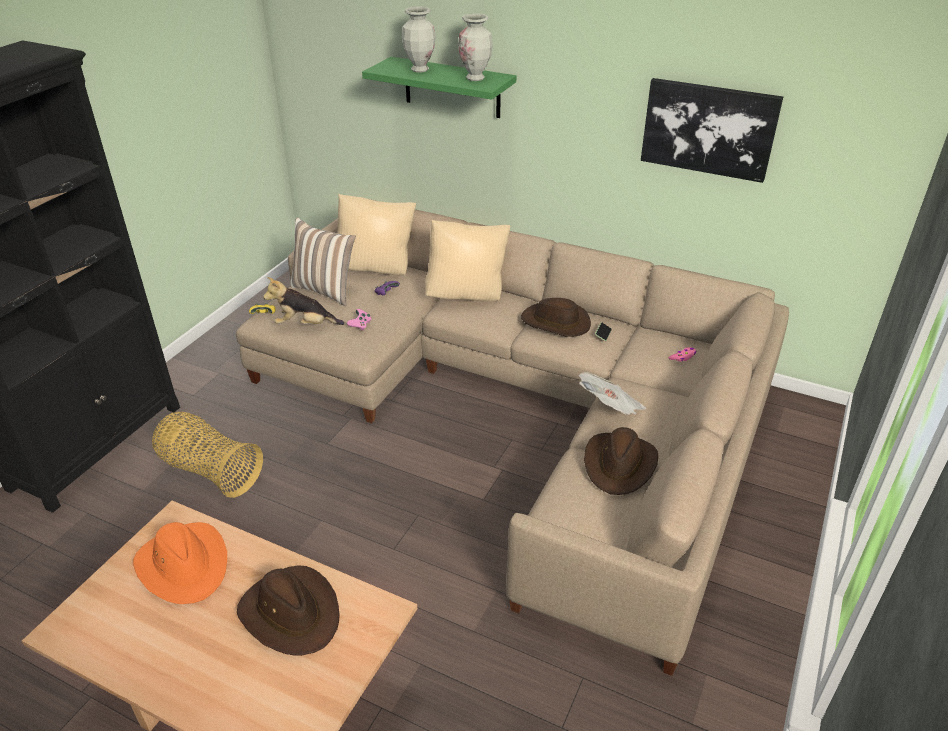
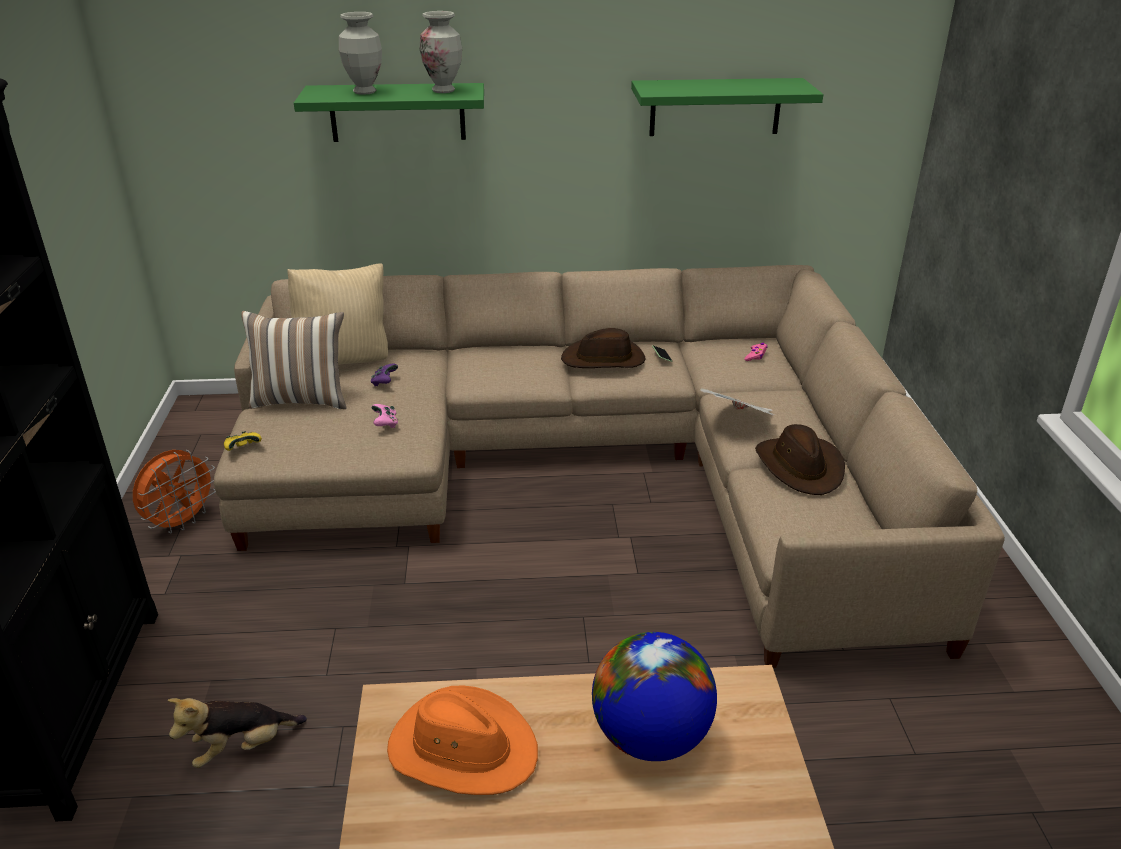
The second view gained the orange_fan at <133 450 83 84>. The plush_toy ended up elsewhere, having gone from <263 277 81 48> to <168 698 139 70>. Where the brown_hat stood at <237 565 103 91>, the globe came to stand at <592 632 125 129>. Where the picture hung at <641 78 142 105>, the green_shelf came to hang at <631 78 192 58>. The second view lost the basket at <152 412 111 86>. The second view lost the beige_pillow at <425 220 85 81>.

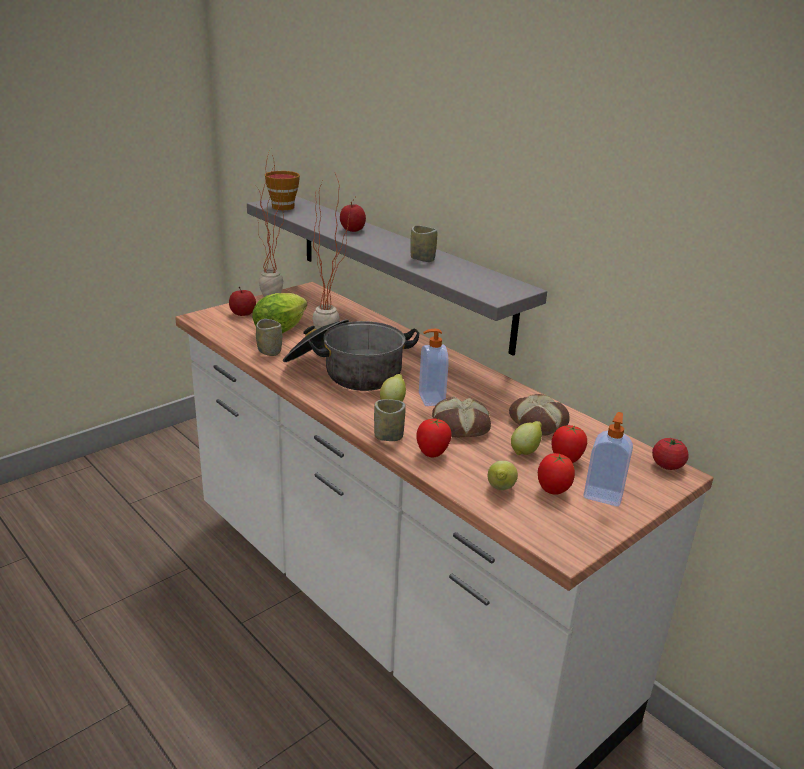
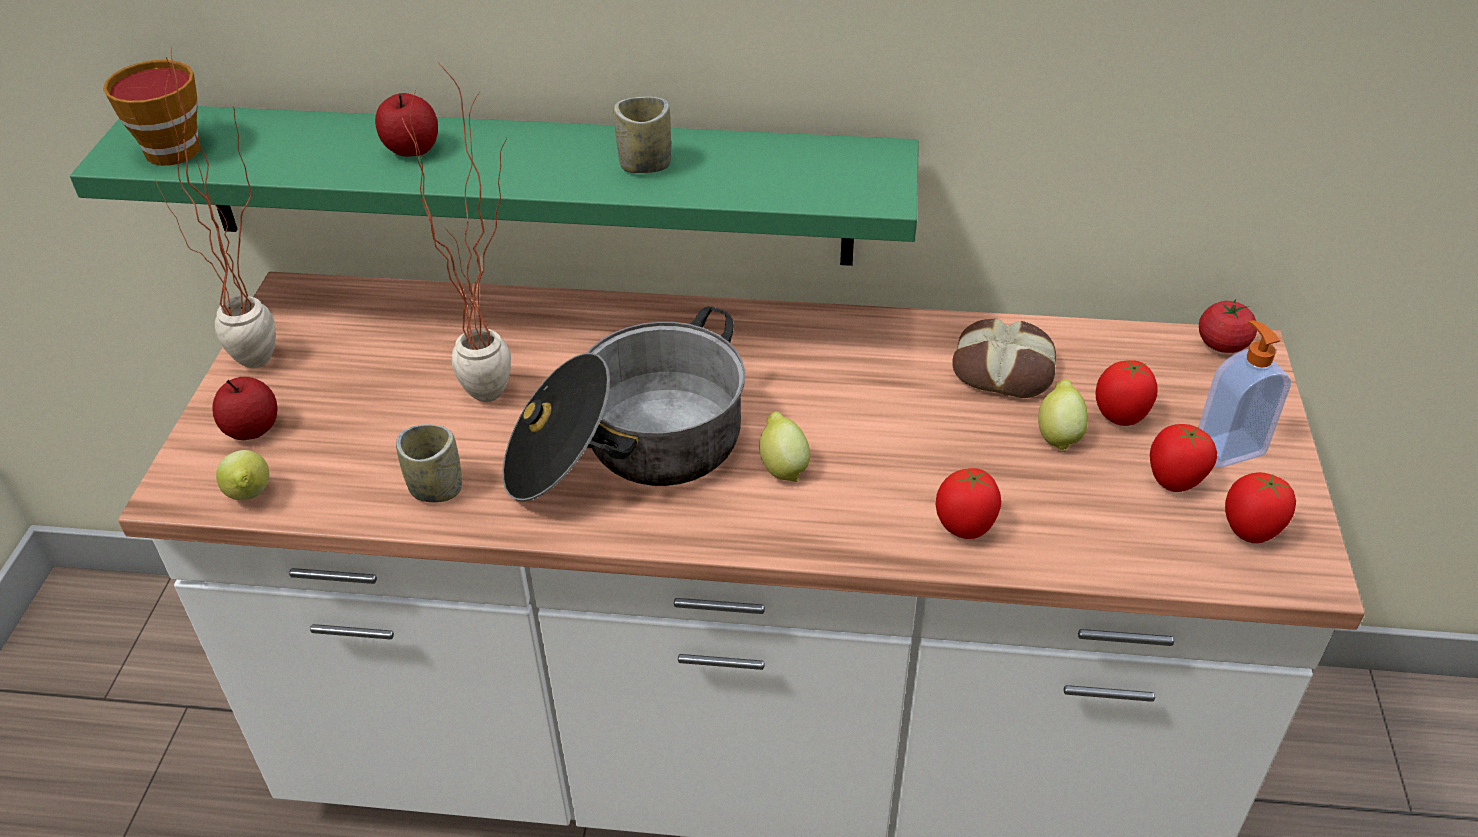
What was the grey_shelf at <247 196 300 160> turned into the green_shelf at <70 106 849 160>. The lemon ended up elsewhere, having gone from <487 461 31 29> to <216 450 53 50>. The second view gained the tomato at <1225 472 71 71>. The second view lost the lettuce at <252 293 55 40>. The second view lost the cup at <374 399 32 42>. The second view lost the soap_dispenser at <419 329 30 77>. The second view lost the bread at <432 397 59 40>.

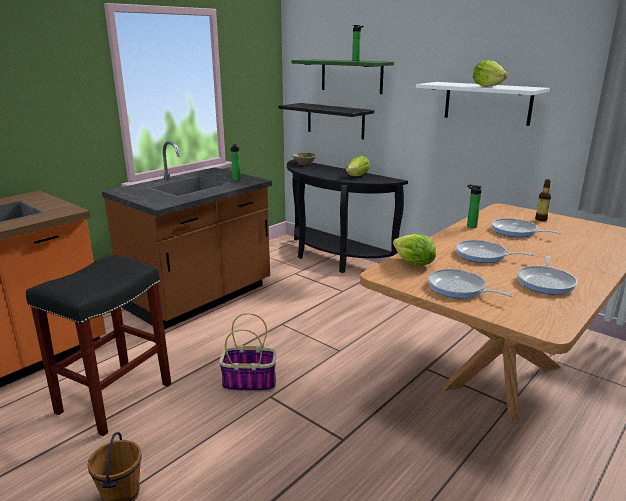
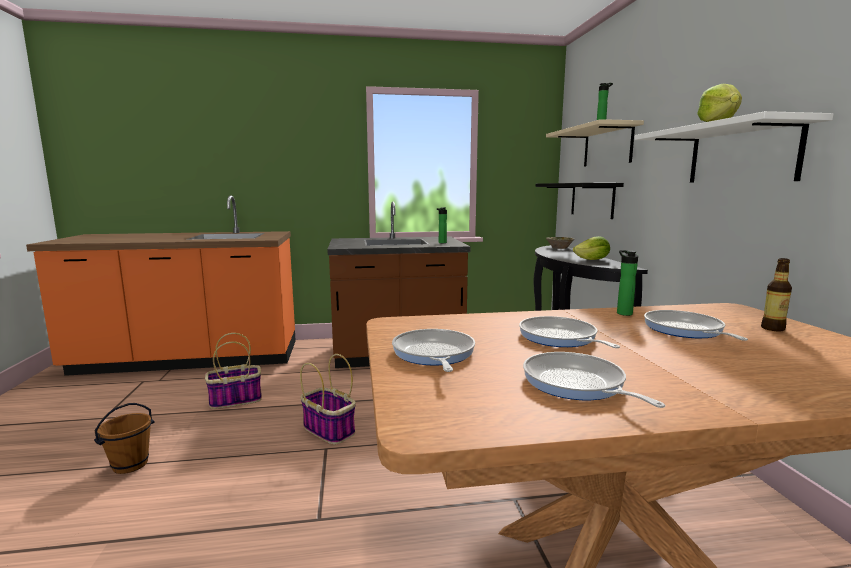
Where the black_stool stood at <26 255 145 181>, the basket came to stand at <205 333 57 76>. The frying_pan at <517 255 60 40> ended up facing another way, 90 degrees clockwise from before. What was the green_shelf at <291 59 103 35> turned into the beige_shelf at <546 119 98 48>. The second view lost the lettuce at <393 234 43 32>.

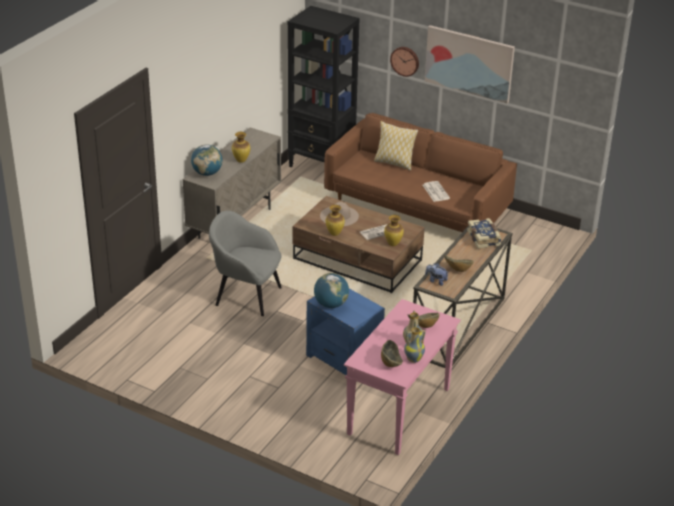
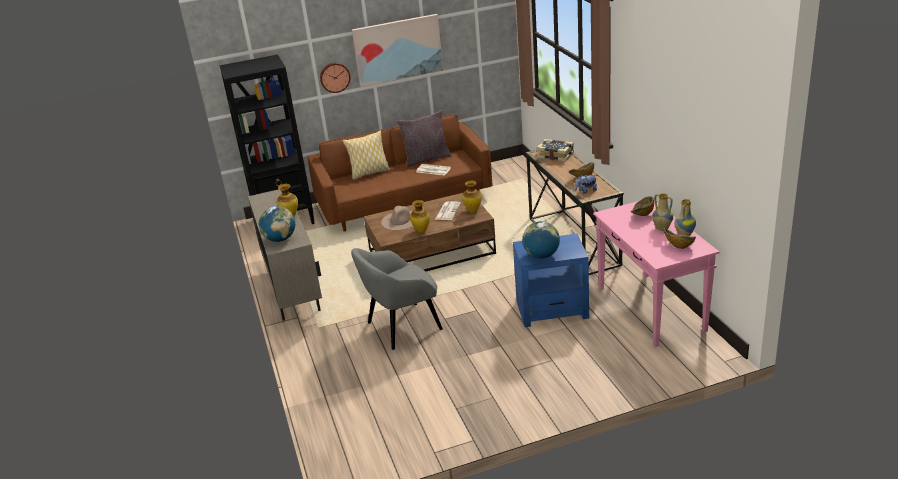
The second view gained the grey_pillow at <397 110 54 57>.

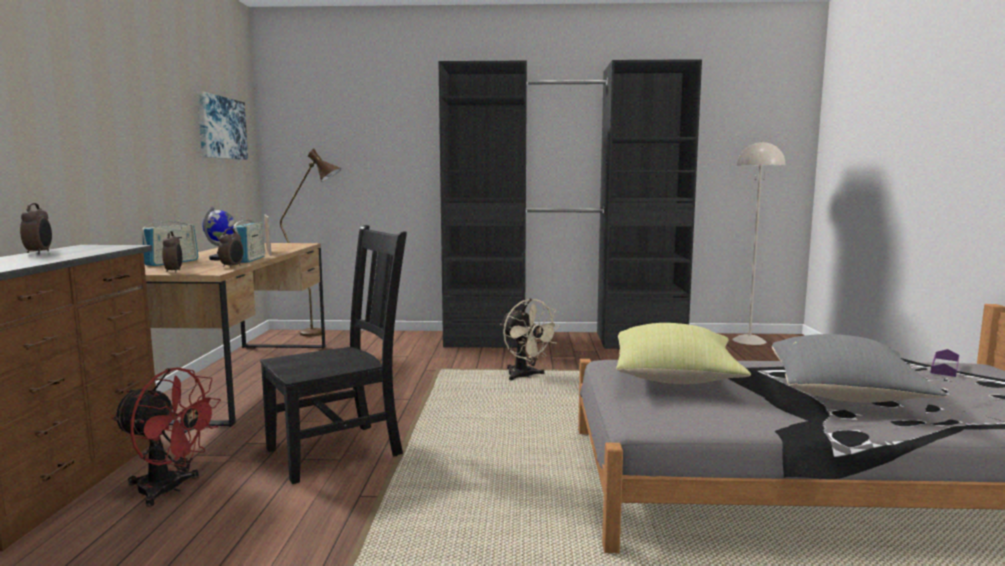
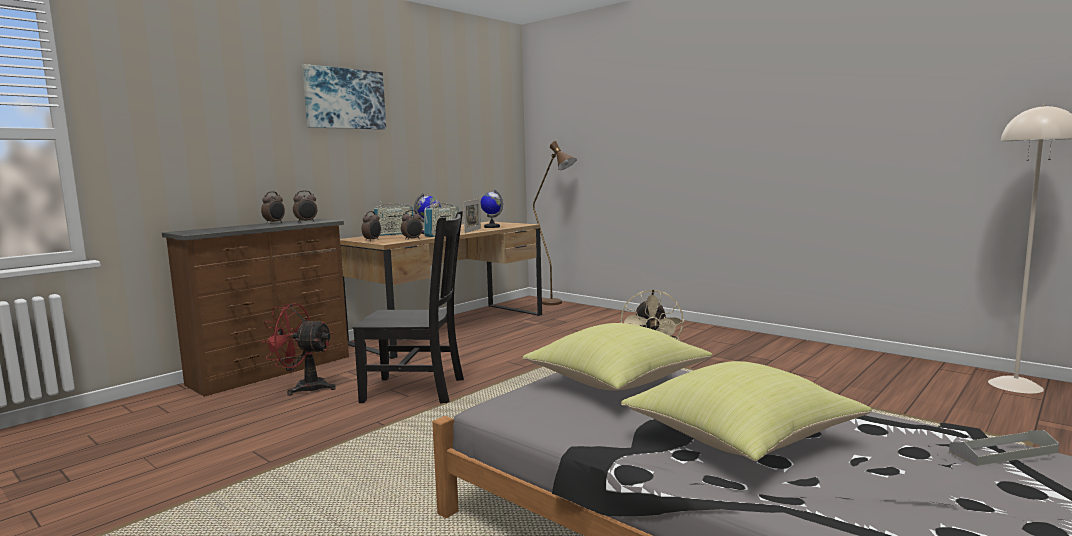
The red_fan at <112 368 109 139> ended up facing another way, 135 degrees clockwise from before. The second view gained the alarm_clock at <293 191 24 32>. The picture ended up elsewhere, having gone from <197 91 51 69> to <302 64 84 66>. The second view gained the globe at <480 190 23 38>. What was the grey_pillow at <772 334 175 69> turned into the yellow_pillow at <621 361 251 100>. What was the purple_tray at <931 349 28 28> turned into the grey_tray at <949 430 110 36>. The second view lost the black_wardrobe at <438 59 264 290>.

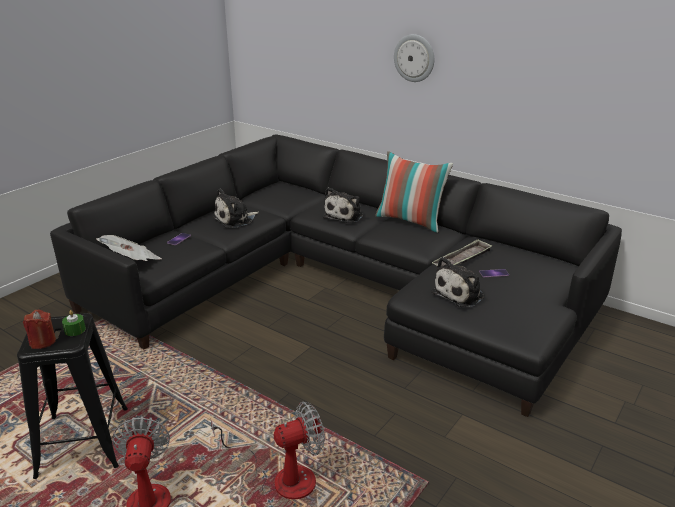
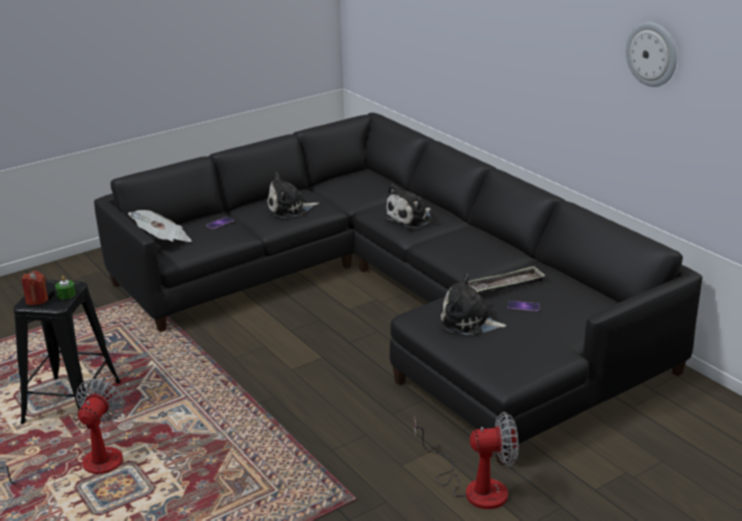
The fan ended up elsewhere, having gone from <211 402 114 97> to <414 412 105 97>. The plush_toy at <431 257 54 50> ended up facing another way, 45 degrees clockwise from before. The wall_clock ended up elsewhere, having gone from <394 34 40 48> to <626 22 51 65>. The second view lost the pillow at <375 151 78 82>.

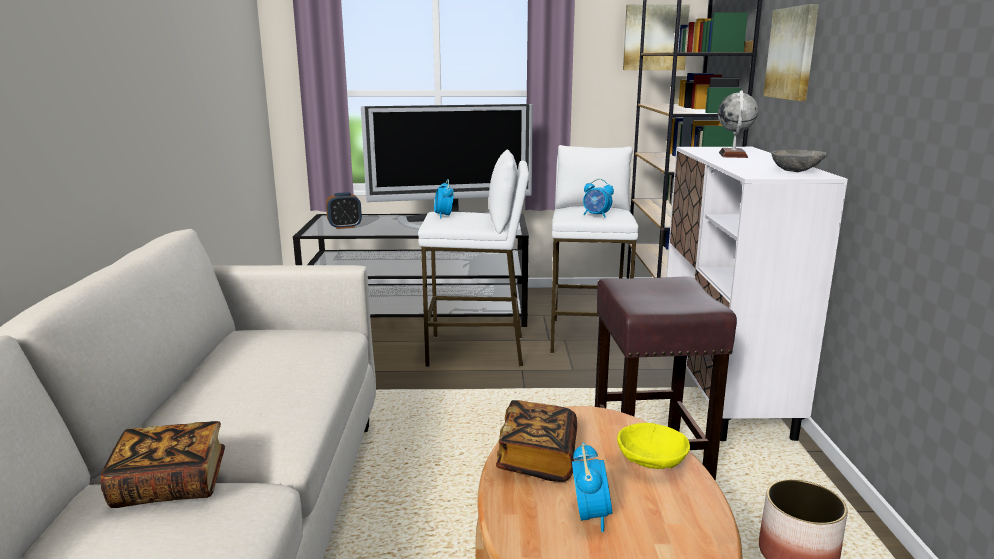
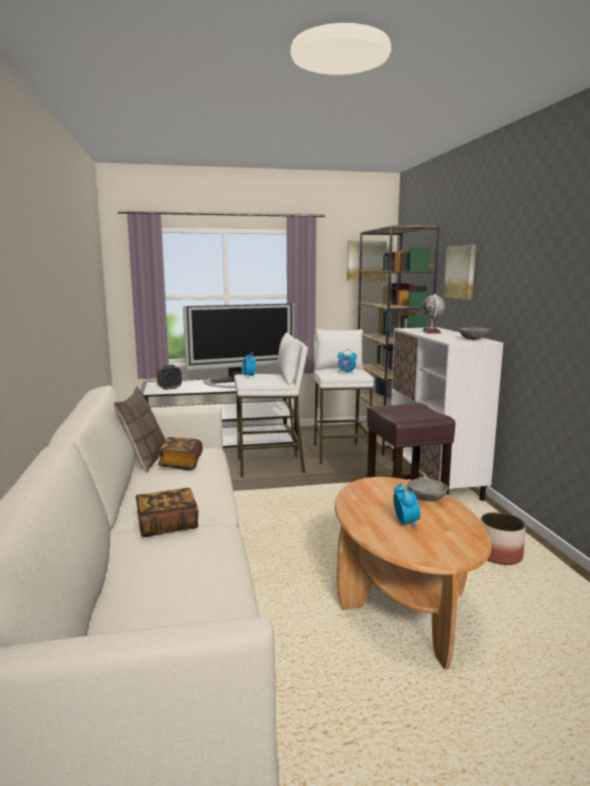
The second view gained the pillow at <114 386 51 87>. The book ended up elsewhere, having gone from <496 400 81 82> to <158 437 45 33>. What was the yellow_bowl at <617 423 73 46> turned into the grey_bowl at <407 478 41 23>.

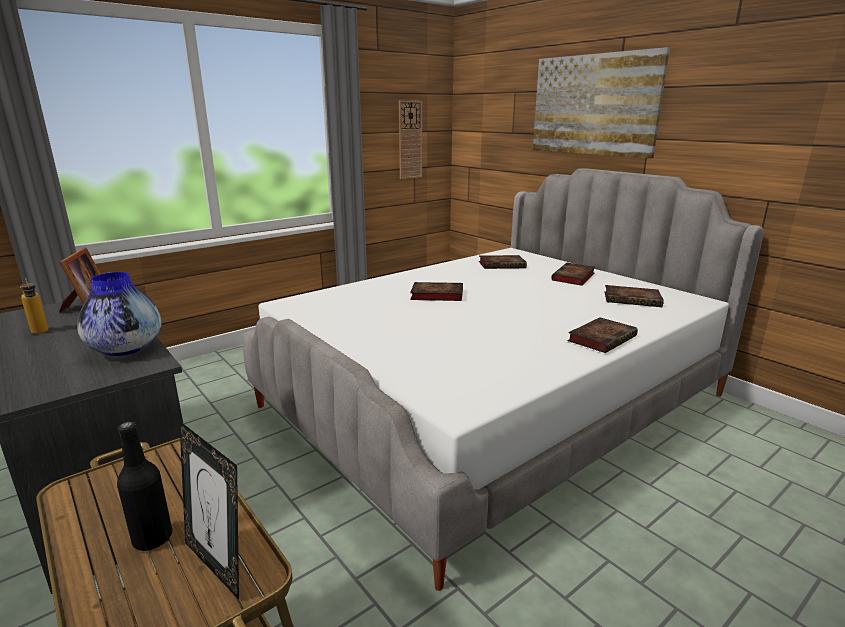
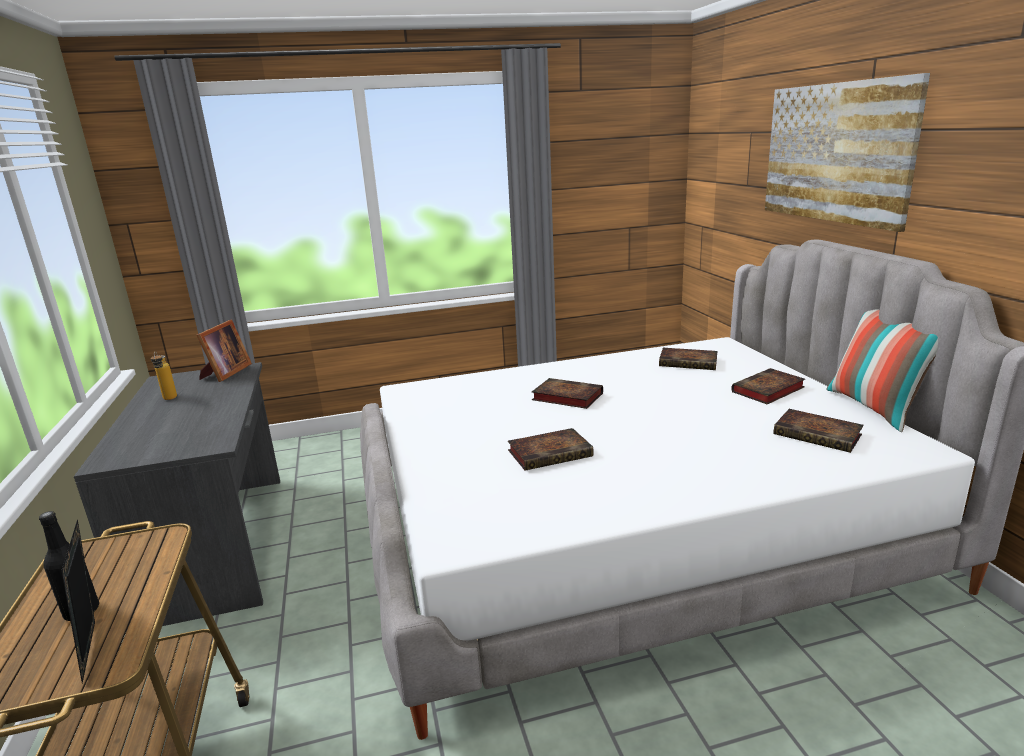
The book ended up elsewhere, having gone from <567 317 71 36> to <508 428 86 43>. The second view gained the pillow at <826 309 112 123>. The second view lost the vase at <77 272 85 84>. The second view lost the wall_clock at <399 101 23 78>.

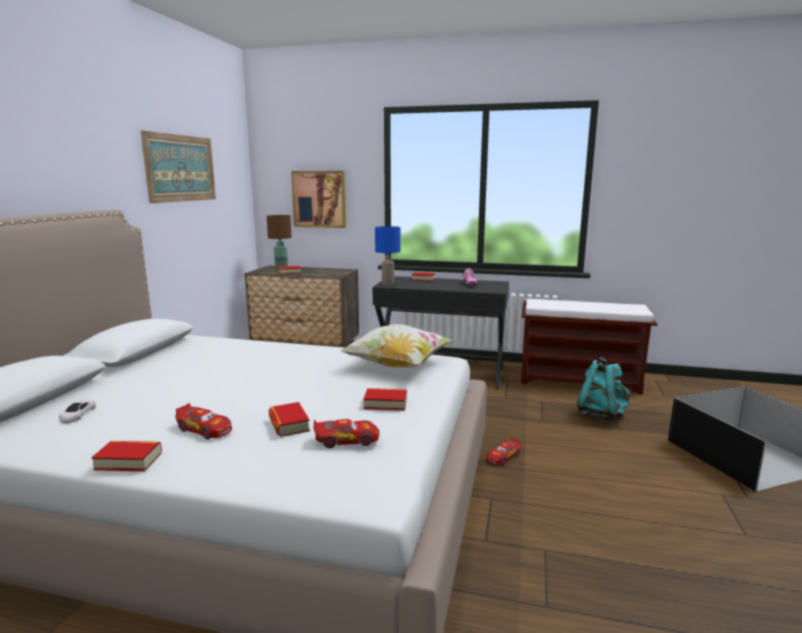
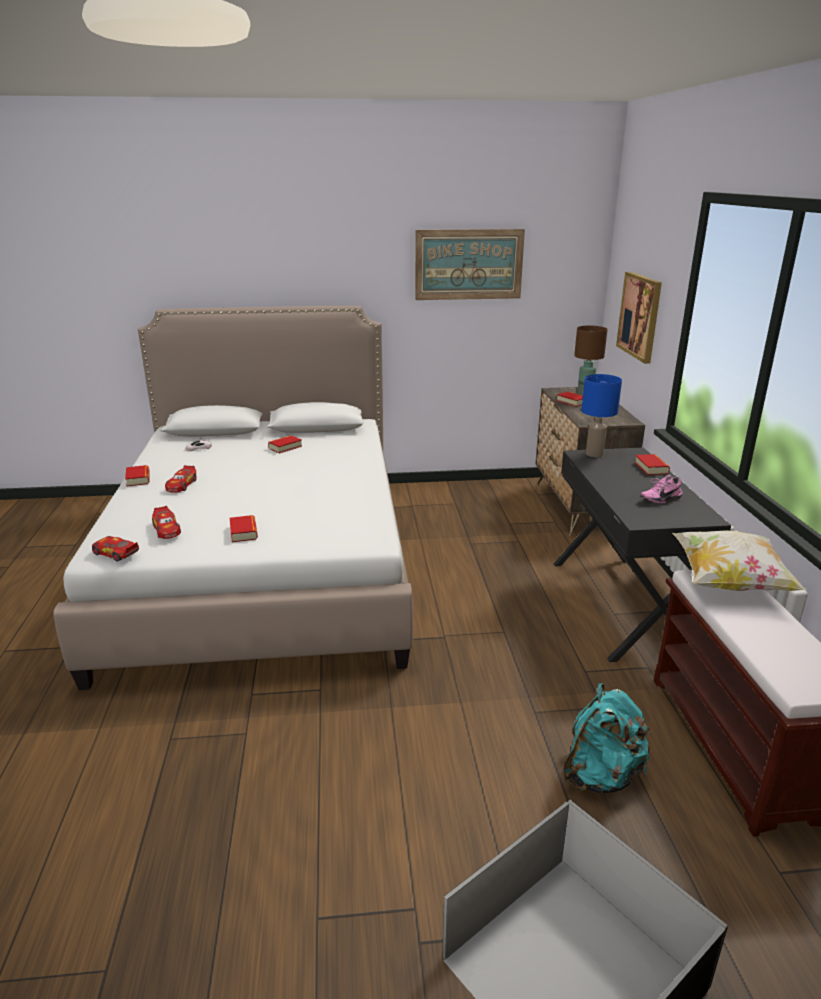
The toy_car ended up elsewhere, having gone from <487 438 34 27> to <92 536 47 25>. The book ended up elsewhere, having gone from <269 402 41 35> to <268 435 34 19>. The pillow ended up elsewhere, having gone from <340 324 112 44> to <672 530 135 61>.

